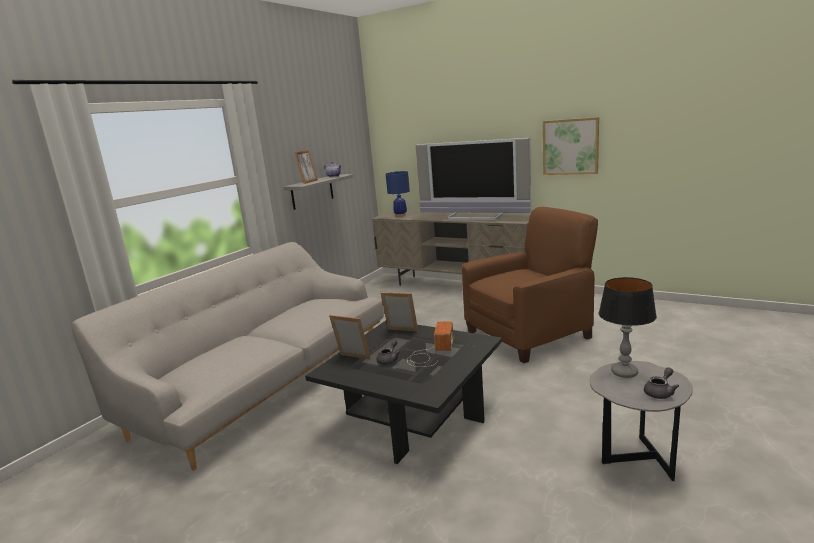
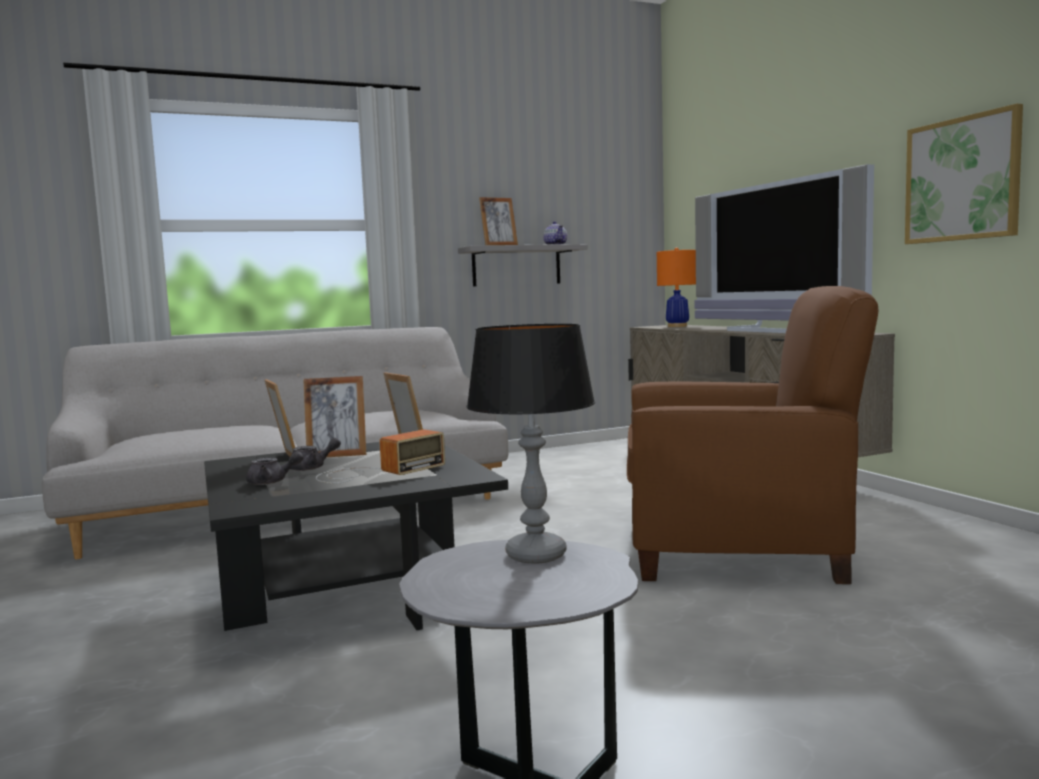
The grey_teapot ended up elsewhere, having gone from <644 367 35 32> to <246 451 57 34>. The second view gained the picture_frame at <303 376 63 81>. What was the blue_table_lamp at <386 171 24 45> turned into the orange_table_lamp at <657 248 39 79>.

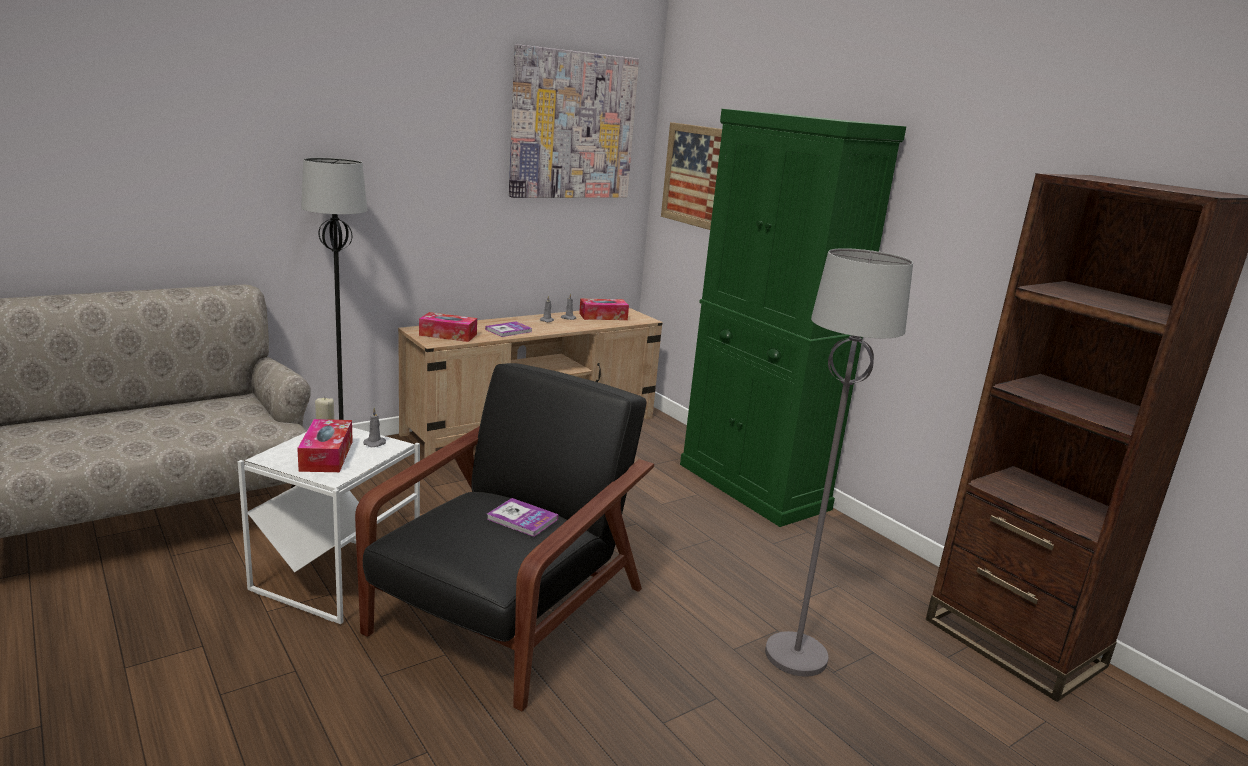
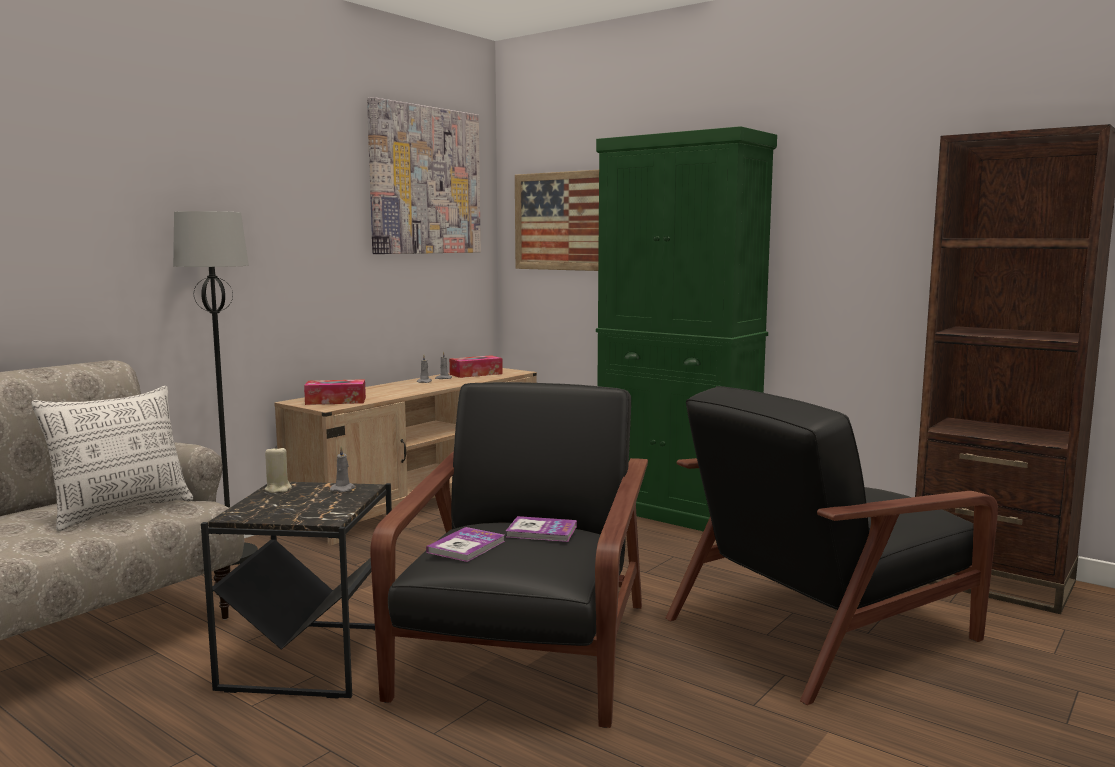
The second view gained the pillow at <31 386 162 145>. What was the white_side_table at <238 427 182 197> turned into the black_side_table at <201 482 191 217>. The book ended up elsewhere, having gone from <485 321 47 16> to <426 527 79 35>. Where the grey_floor_lamp stood at <765 248 148 429>, the black_armchair came to stand at <666 386 332 319>. The second view lost the tissue_box at <297 419 56 53>.

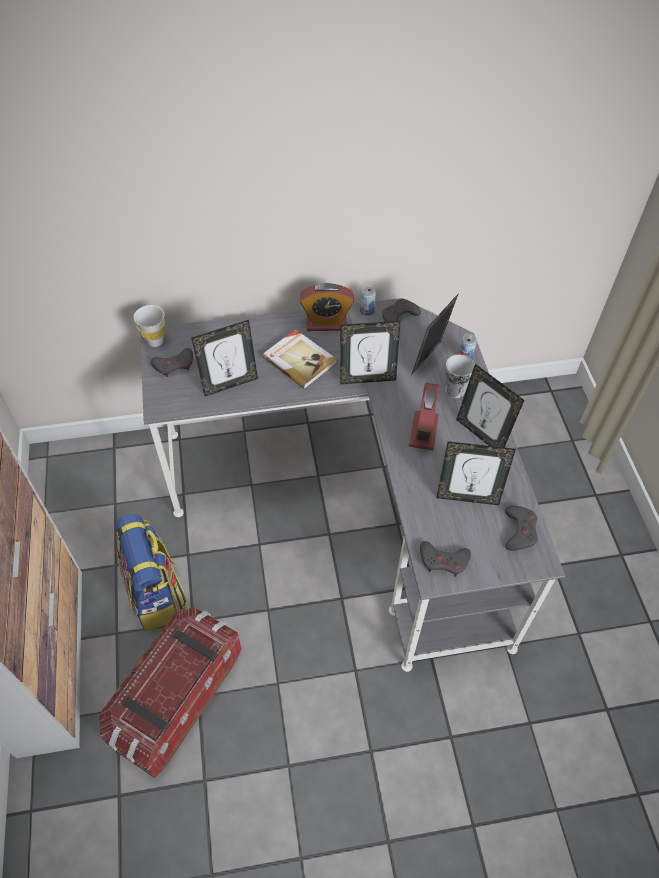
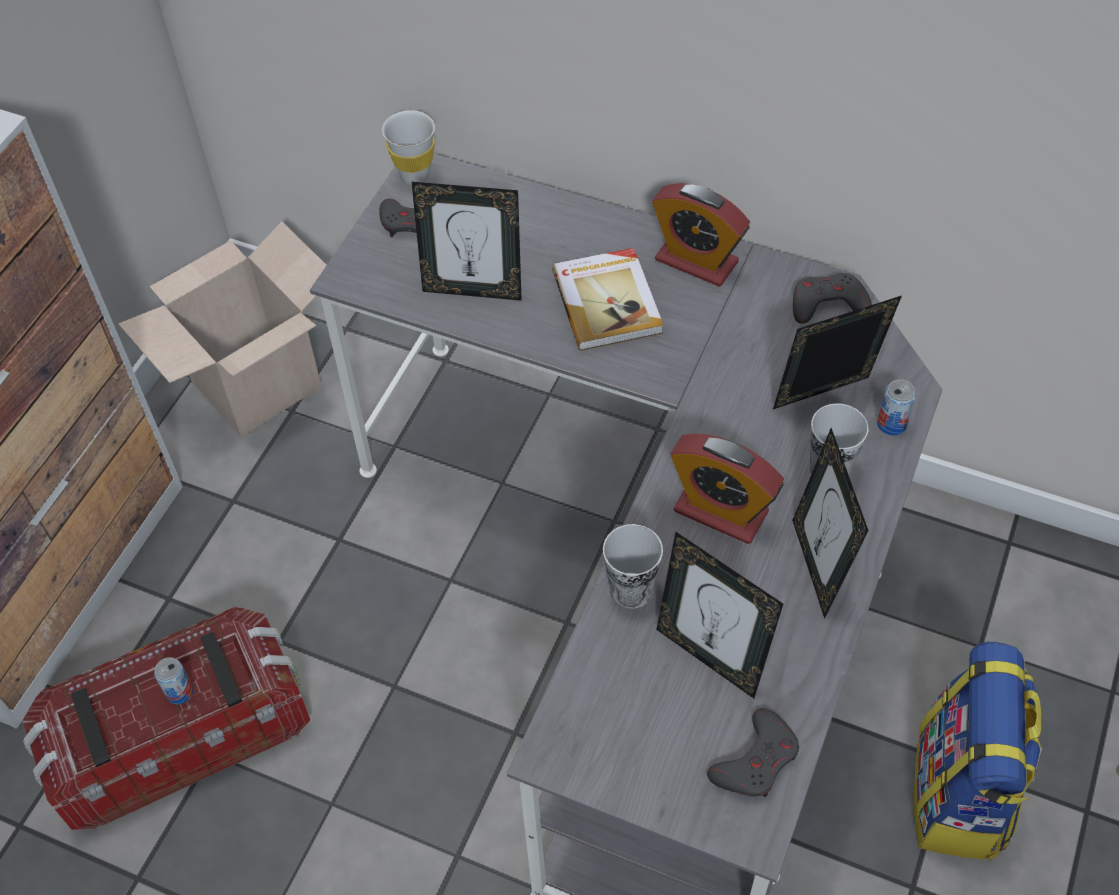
The second view gained the cardboard_box at <118 221 208 216>. The can ended up elsewhere, having gone from <360 287 16 29> to <154 657 40 47>. The second view gained the cup at <603 524 60 85>. The alarm_clock at <409 382 30 68> ended up facing another way, 75 degrees clockwise from before. The backpack ended up elsewhere, having gone from <115 514 72 117> to <914 642 128 219>. The second view lost the picture_frame at <340 321 61 63>. The second view lost the grey_game_controller at <420 541 51 35>.

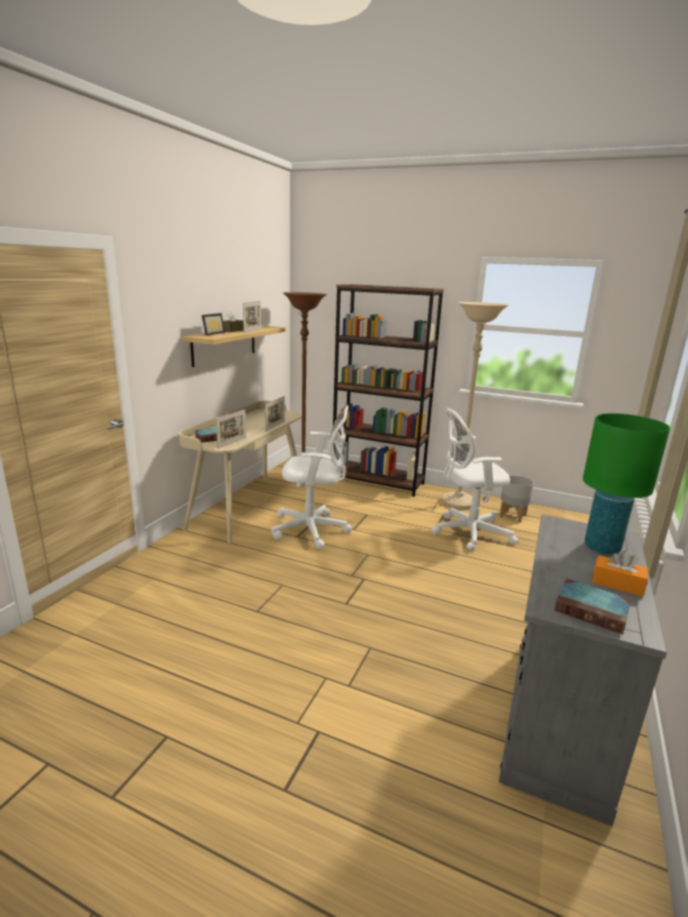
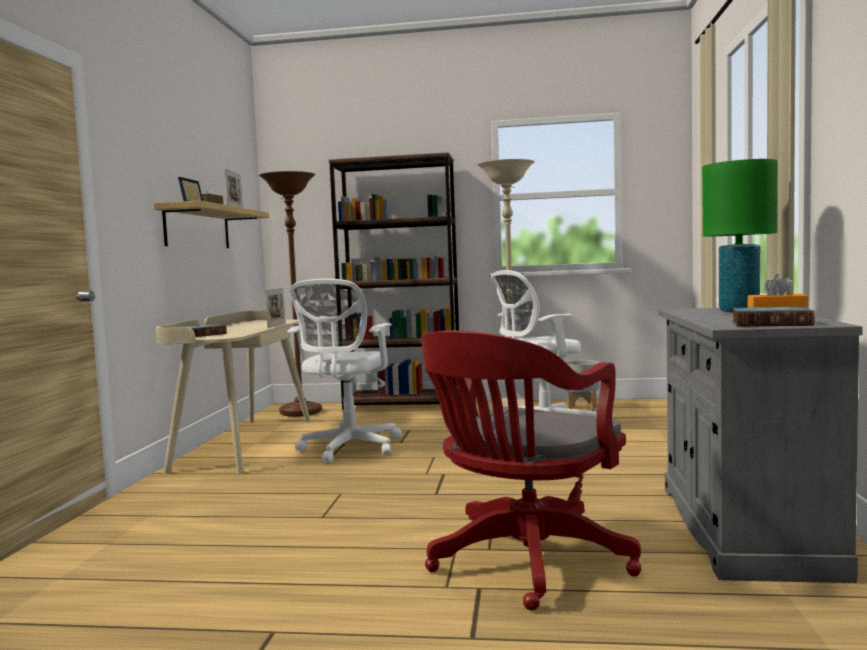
The white_office_chair at <272 405 80 144> ended up facing another way, 120 degrees clockwise from before. The second view gained the red_office_chair at <421 330 221 280>. The second view lost the picture_frame at <216 409 30 40>.

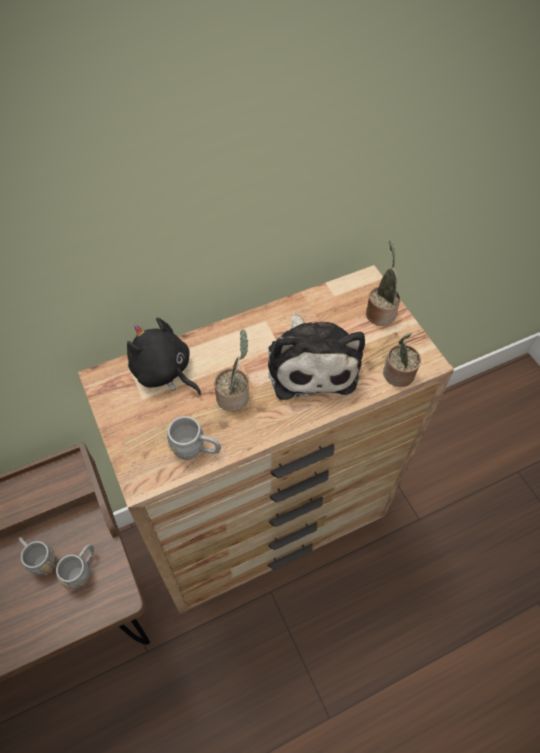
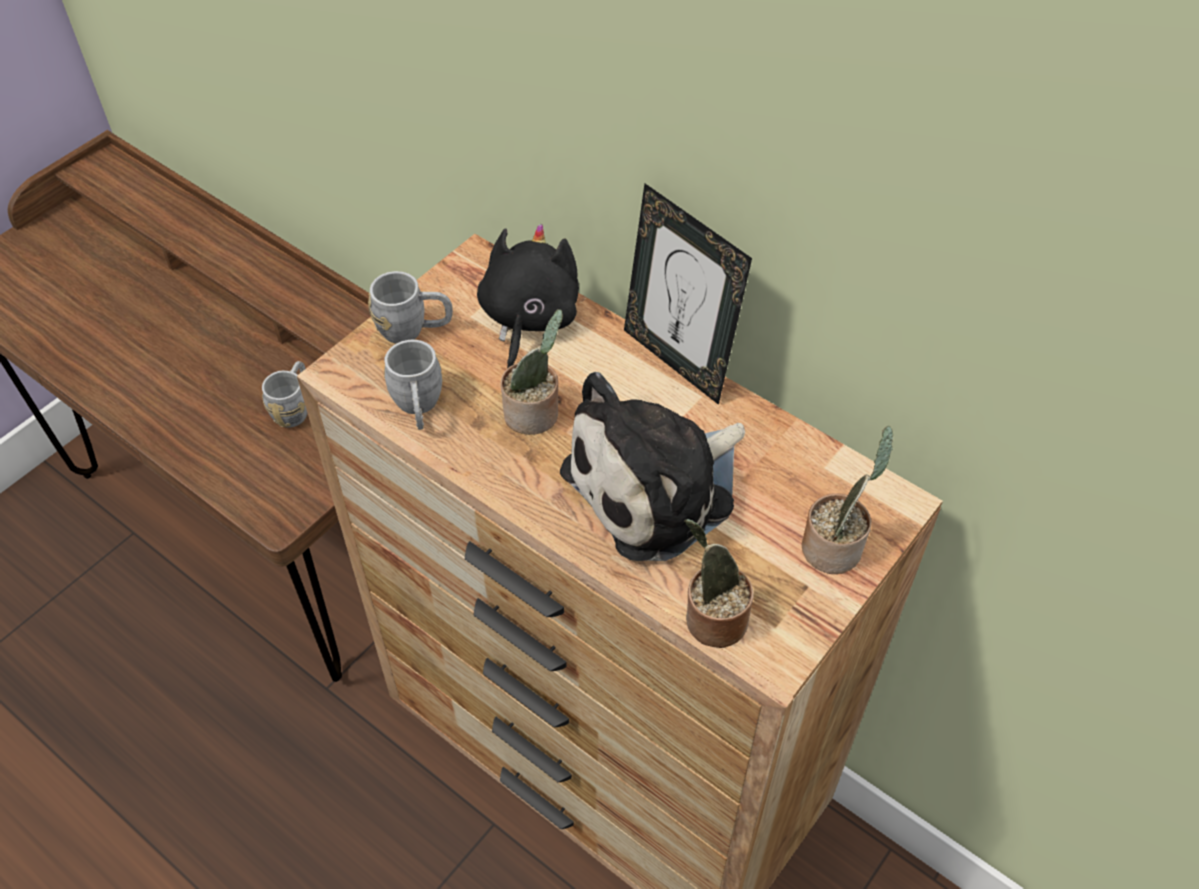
The grey_mug ended up elsewhere, having gone from <56 544 38 46> to <368 271 85 73>. The second view gained the picture_frame at <624 184 128 221>.

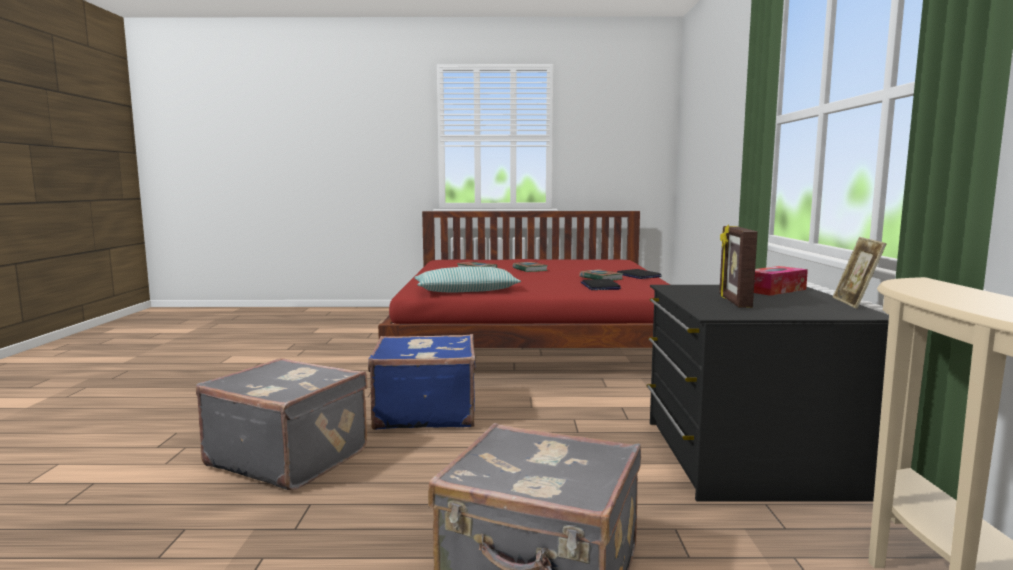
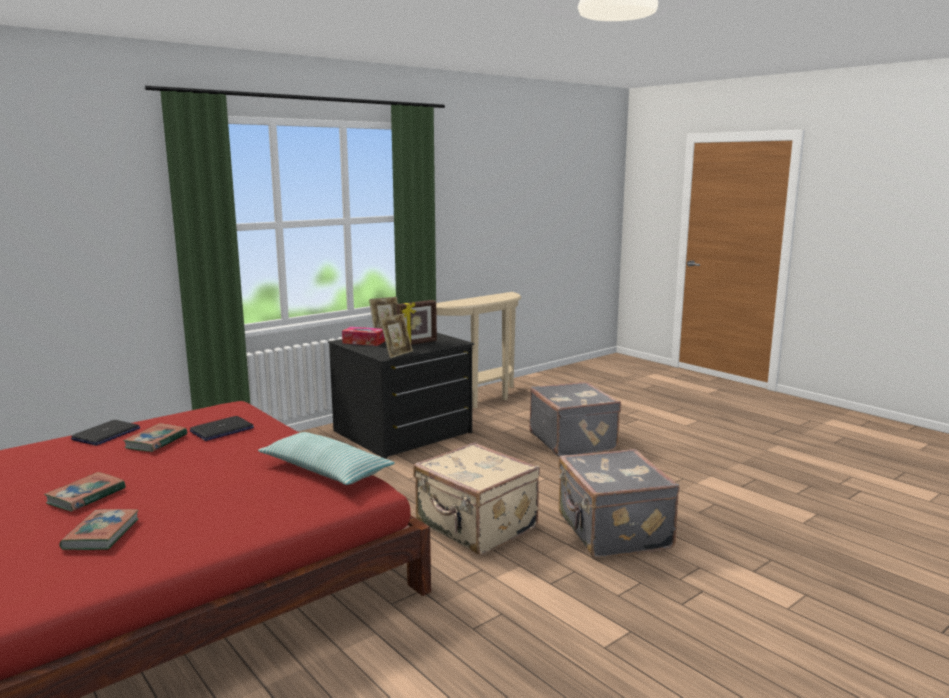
The second view gained the picture_frame at <380 314 33 44>. What was the blue_suitcase at <368 334 108 96> turned into the beige_suitcase at <413 442 127 113>.

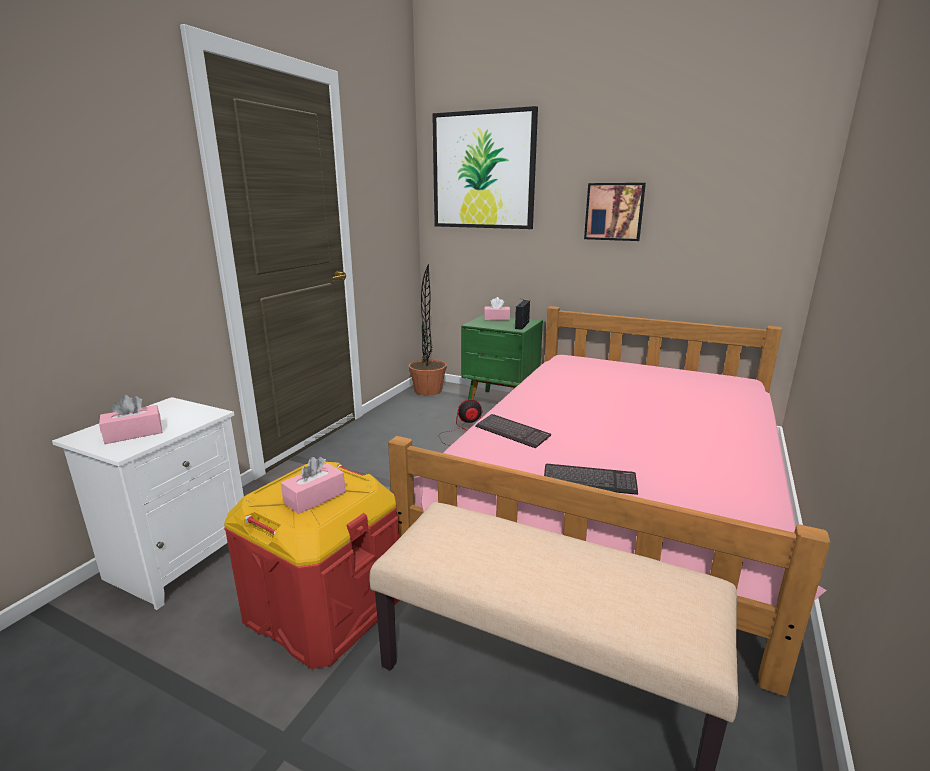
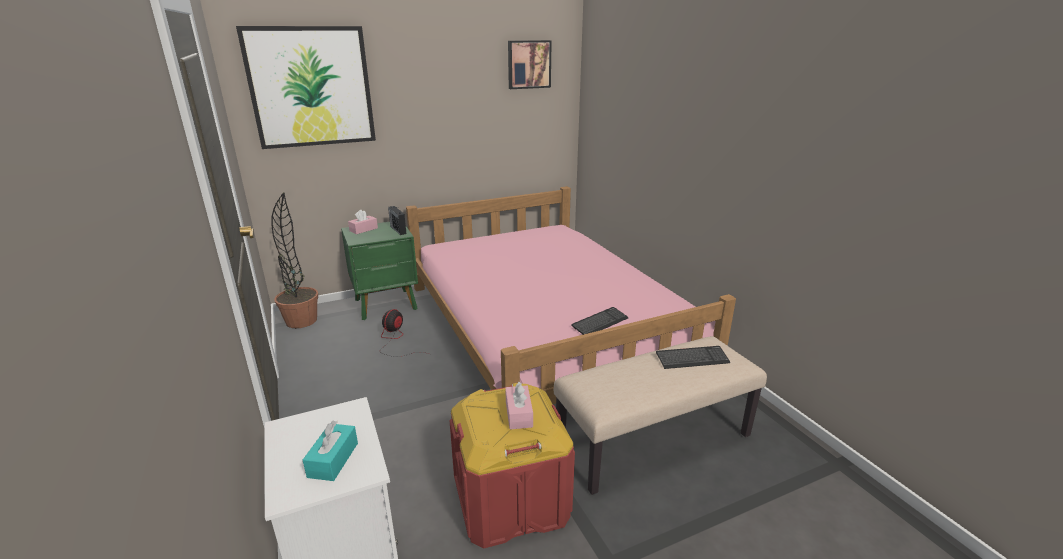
What was the pink_tissue_box at <99 395 63 49> turned into the turquoise_tissue_box at <303 421 55 60>. The picture ended up elsewhere, having gone from <584 183 62 58> to <508 40 44 49>. The keyboard ended up elsewhere, having gone from <475 414 76 34> to <656 346 74 23>.

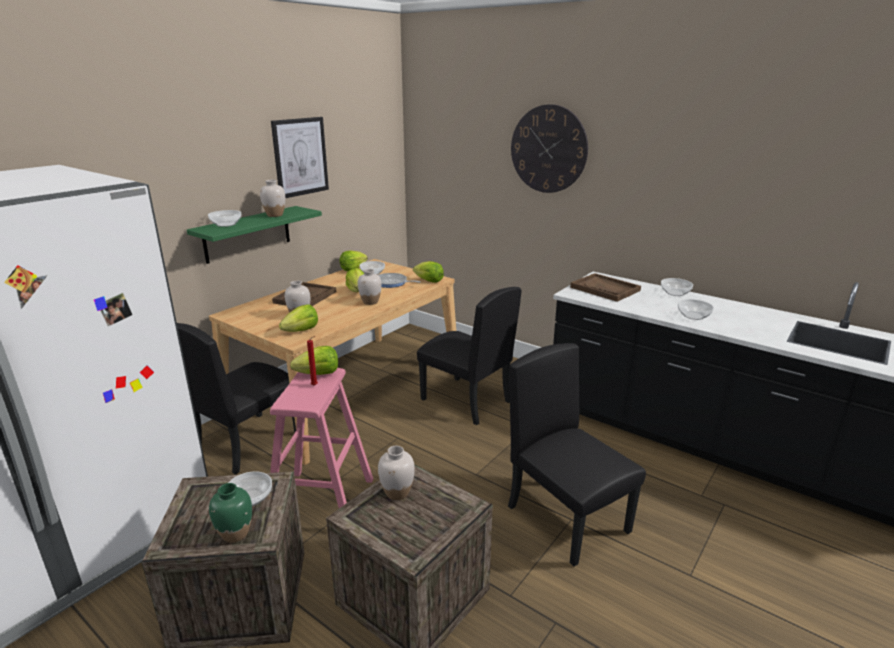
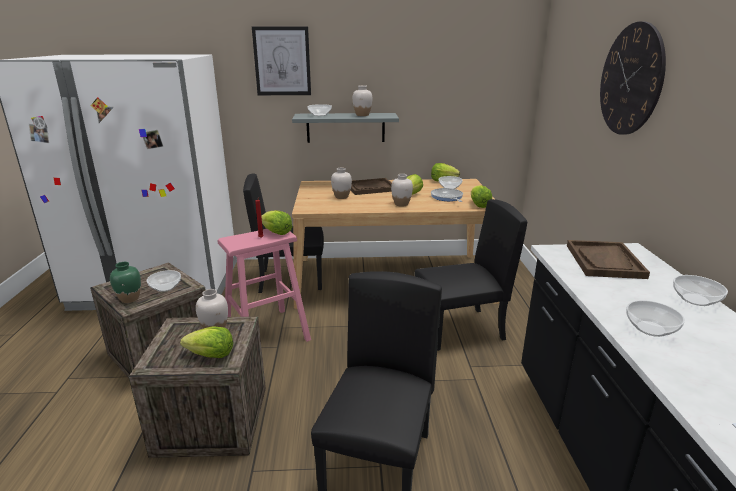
The lettuce ended up elsewhere, having gone from <279 304 39 28> to <180 326 53 32>. The picture ended up elsewhere, having gone from <271 117 58 81> to <252 26 59 69>. What was the green_shelf at <187 206 135 58> turned into the grey_shelf at <292 113 107 30>. The black_chair at <417 287 105 138> ended up facing another way, 105 degrees counterclockwise from before.

